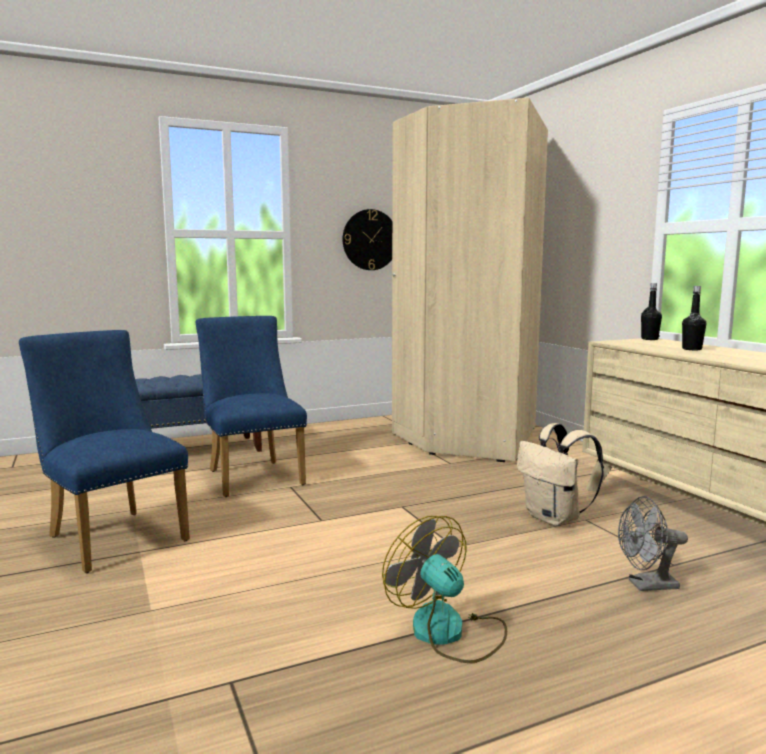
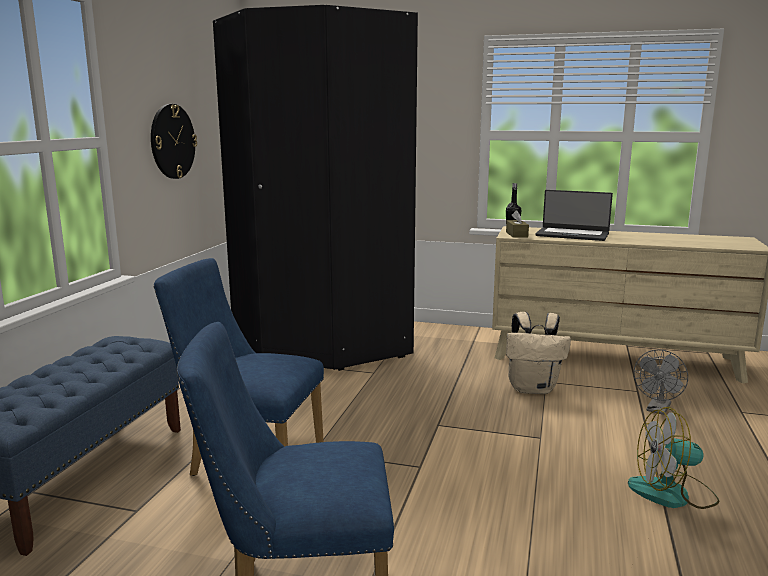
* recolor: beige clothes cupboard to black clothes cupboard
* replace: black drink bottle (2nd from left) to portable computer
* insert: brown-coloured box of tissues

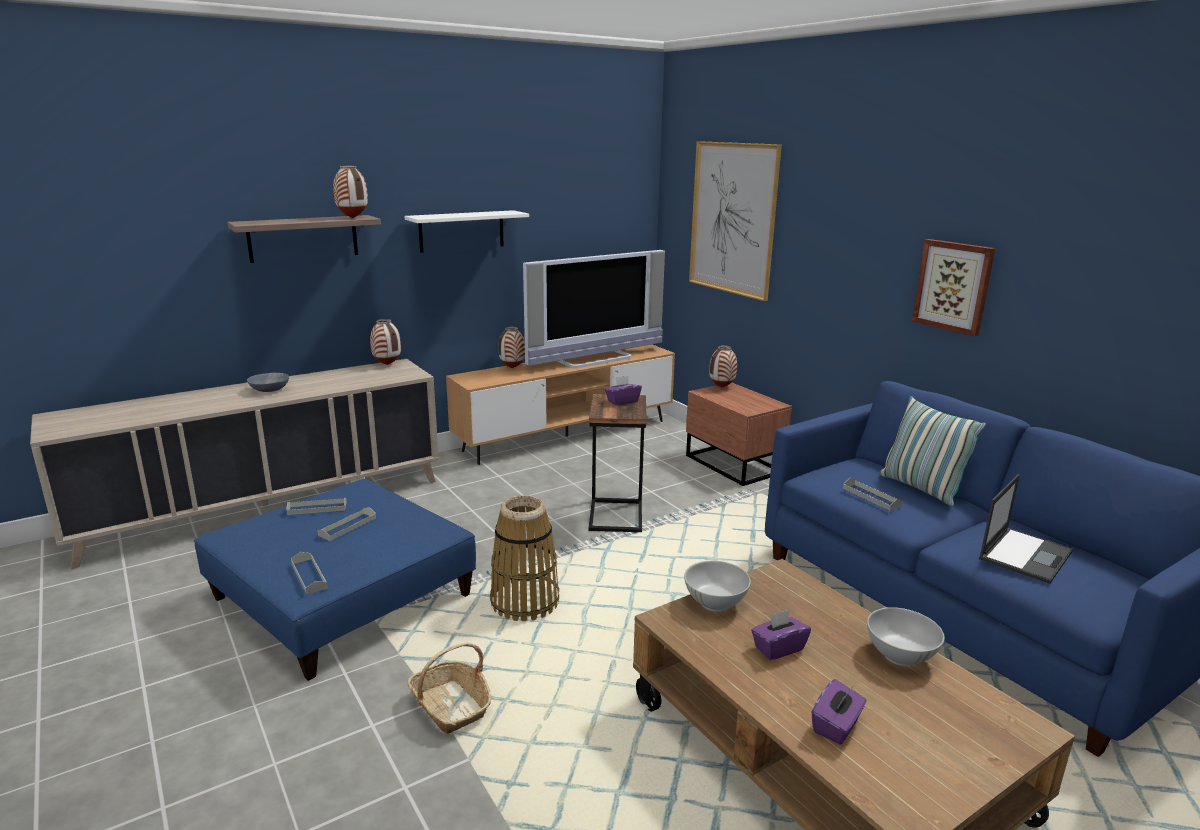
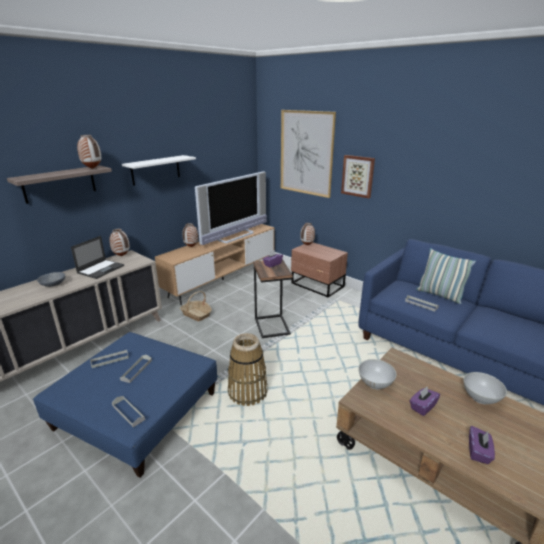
* move: storage basket (1st from left)
* move: wall picture (2nd from left)
* move: portable computer

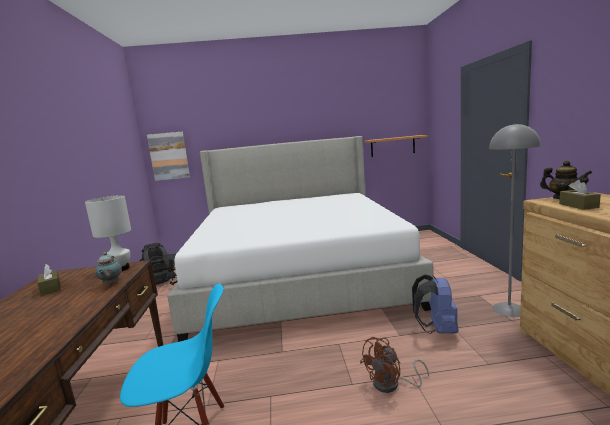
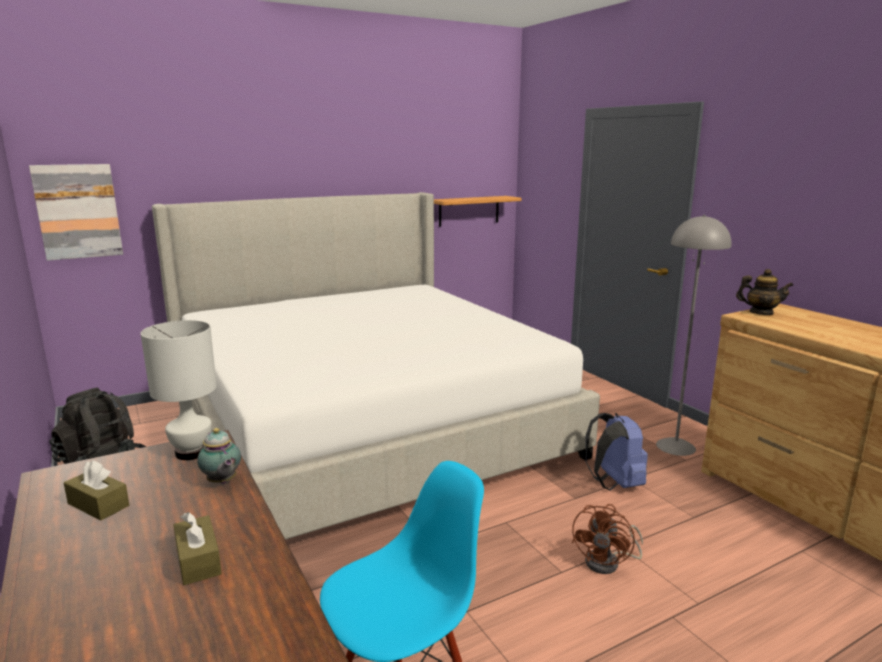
* move: brown-coloured box of tissues (2nd from left)

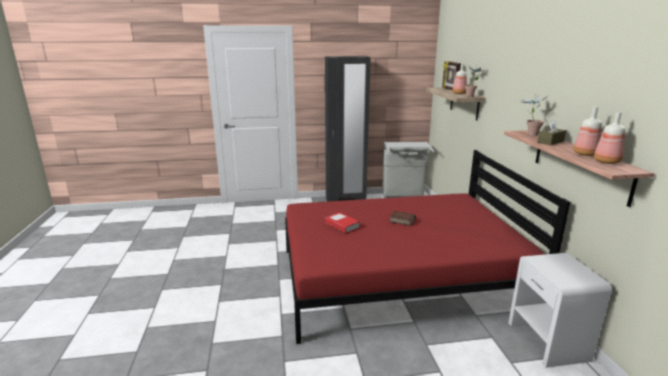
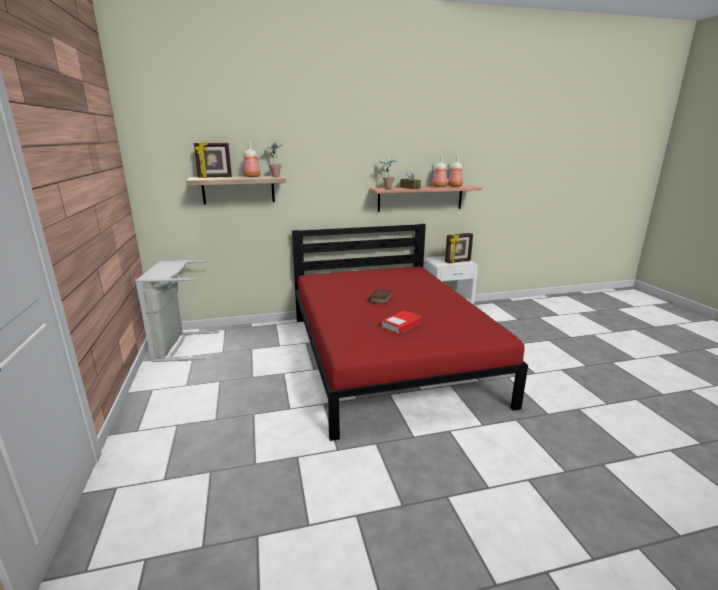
* delete: black clothes cupboard
* insert: photo frame (2nd from left)

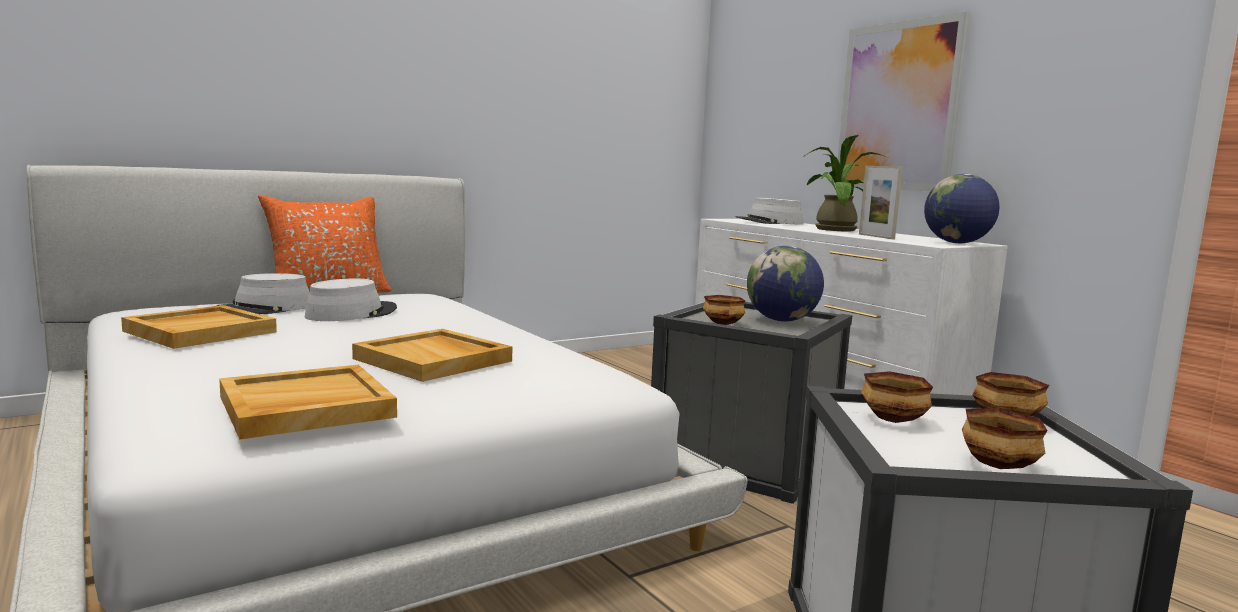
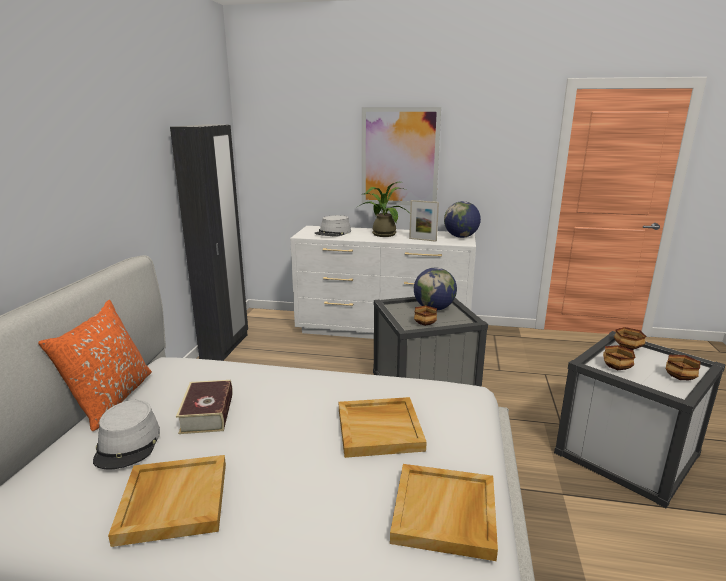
* replace: greyish hat (2nd from left) to book
* insert: black clothes cupboard

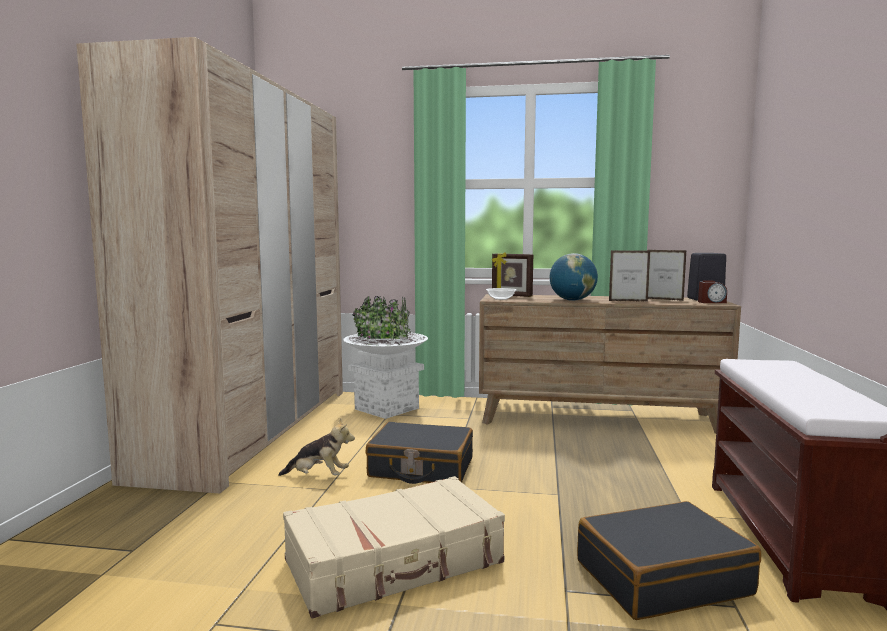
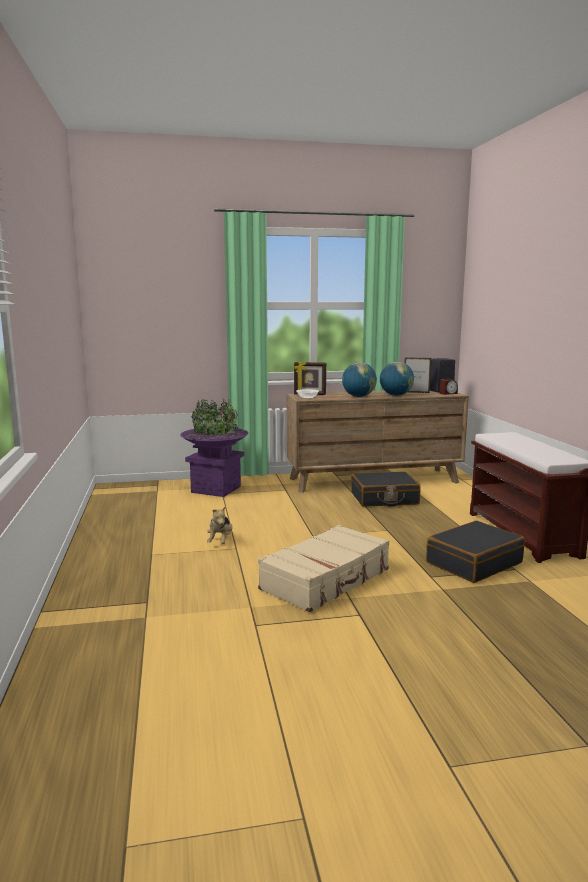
* delete: beige clothes cupboard
* rotate: plush toy 105 degrees clockwise
* recolor: white-coloured plant pot to purplish plant pot
* move: black travel case (1st from left)
* replace: photo frame (2nd from left) to world globe (2nd from left)

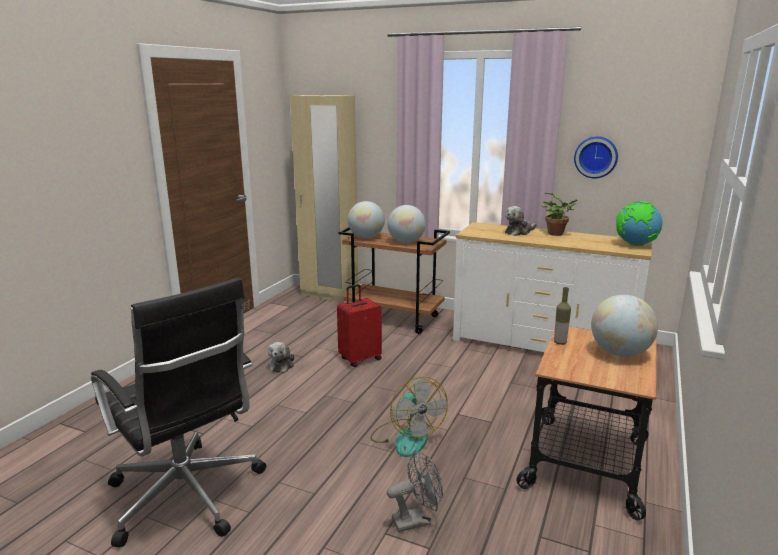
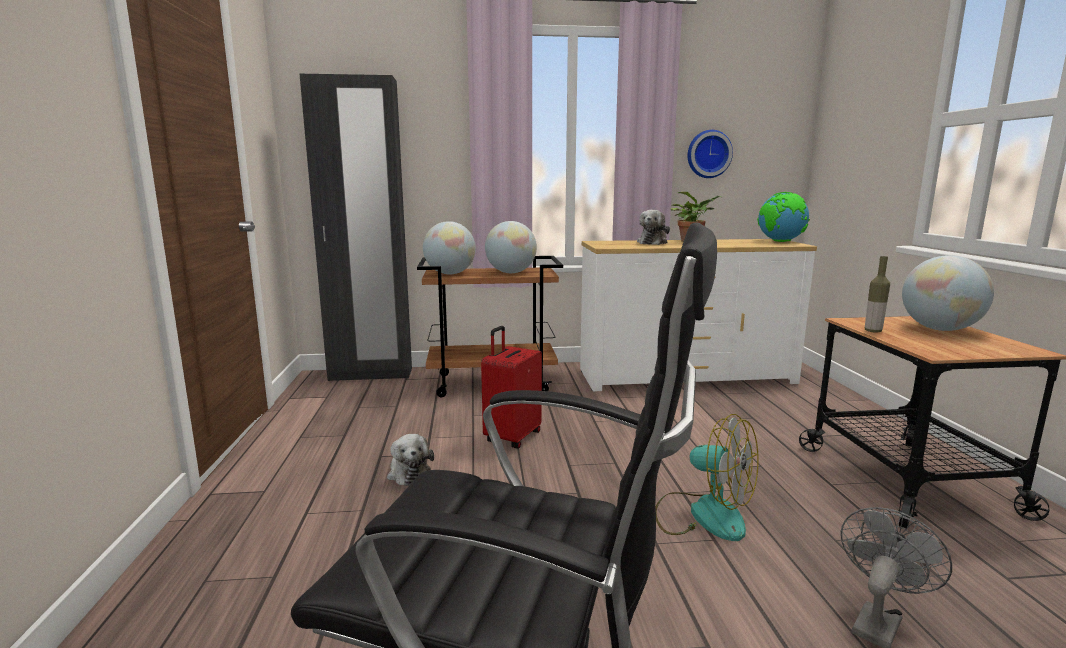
* recolor: beige clothes cupboard to black clothes cupboard

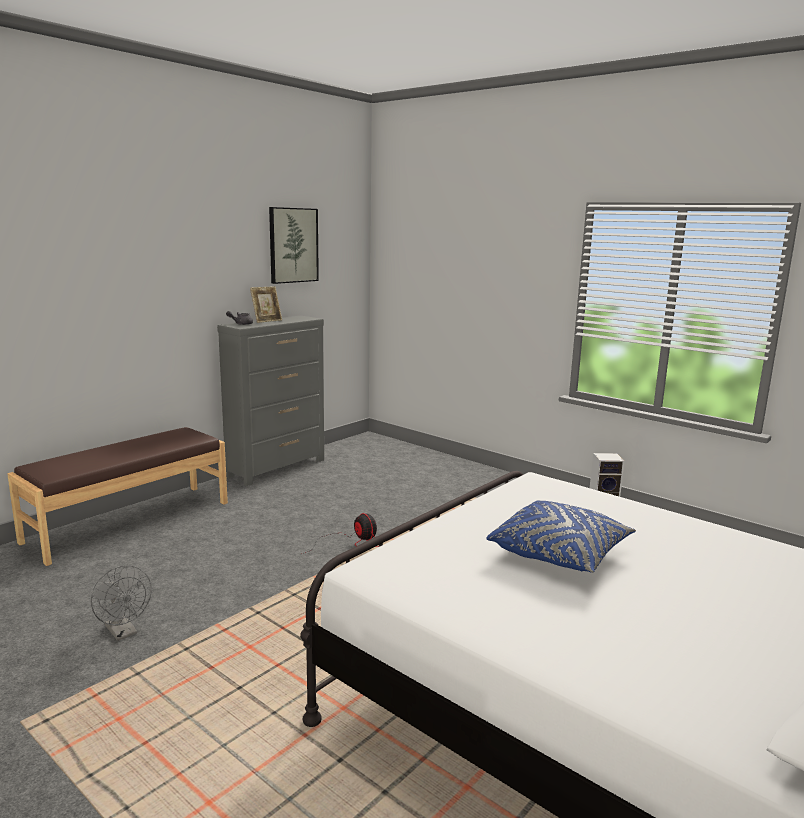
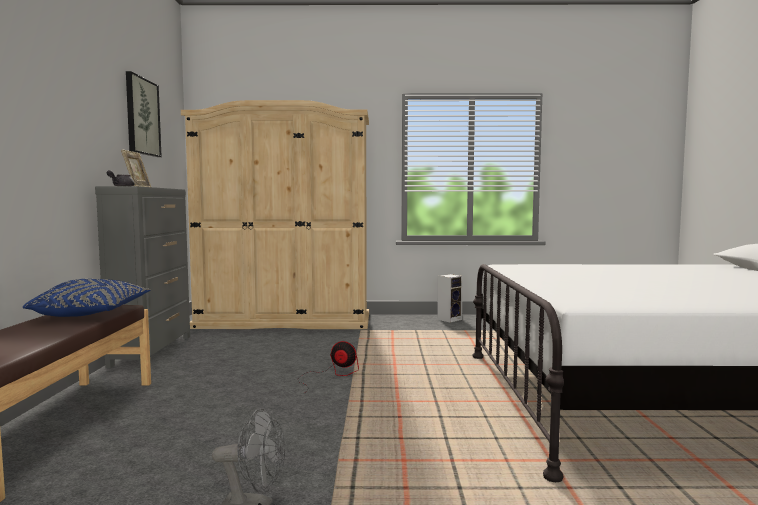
* move: blue-coloured cushion
* insert: beige clothes cupboard

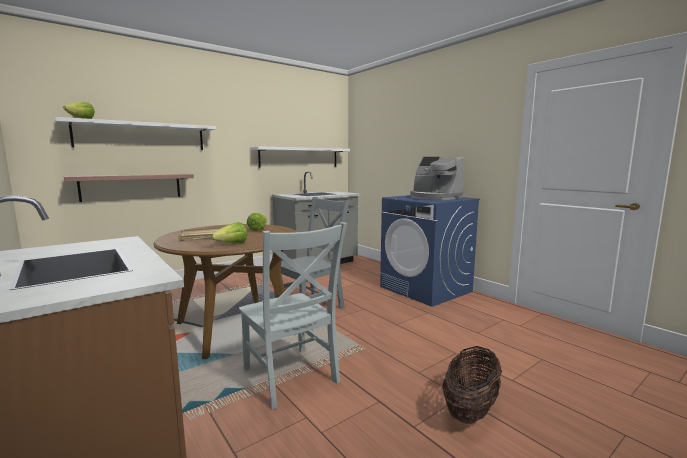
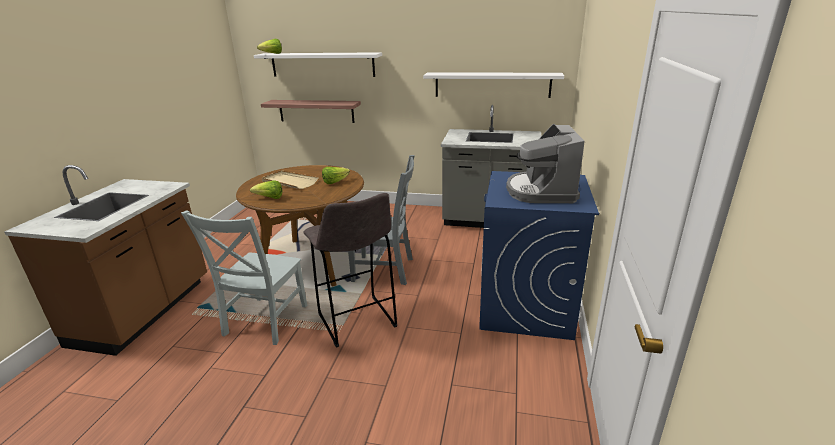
* delete: storage basket
* insert: greyish sitting stool

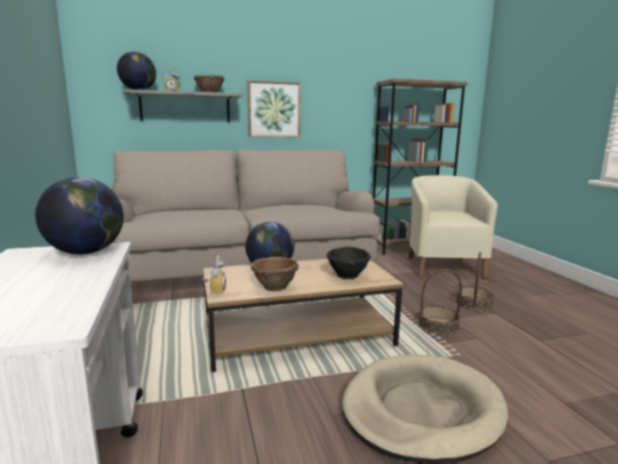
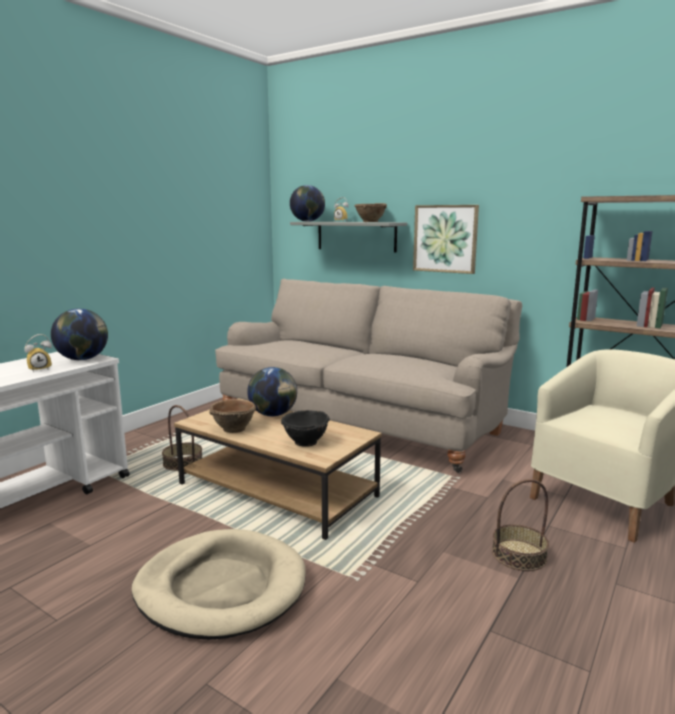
* move: table clock (2nd from left in the first image) to table clock (1st from left)
* move: storage basket (1st from left)

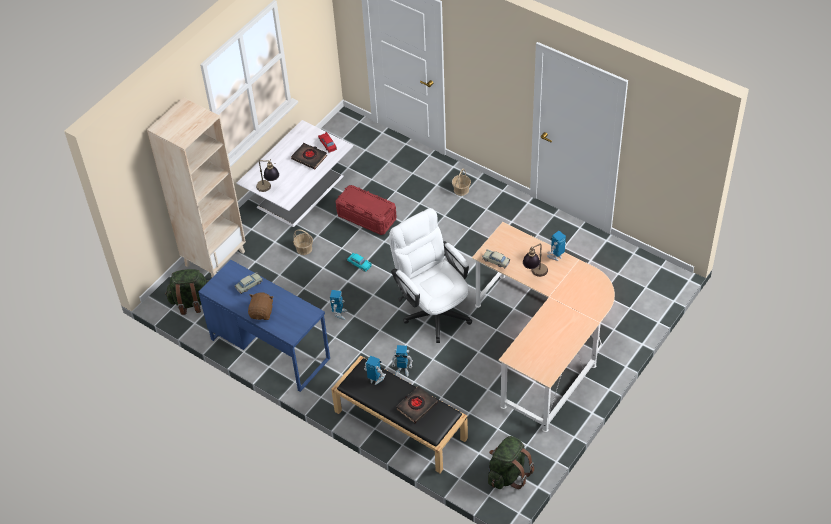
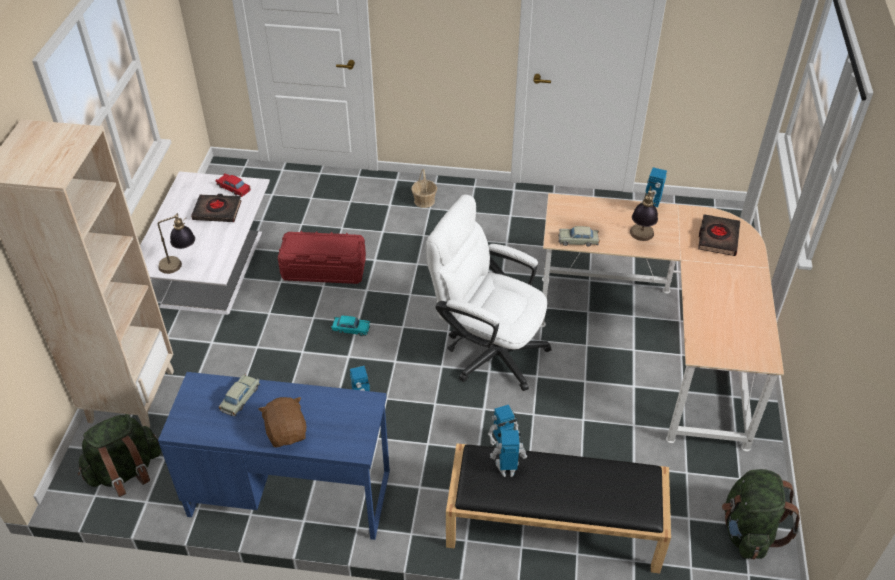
* delete: storage basket (1st from left)
* move: black book (2nd from left)

